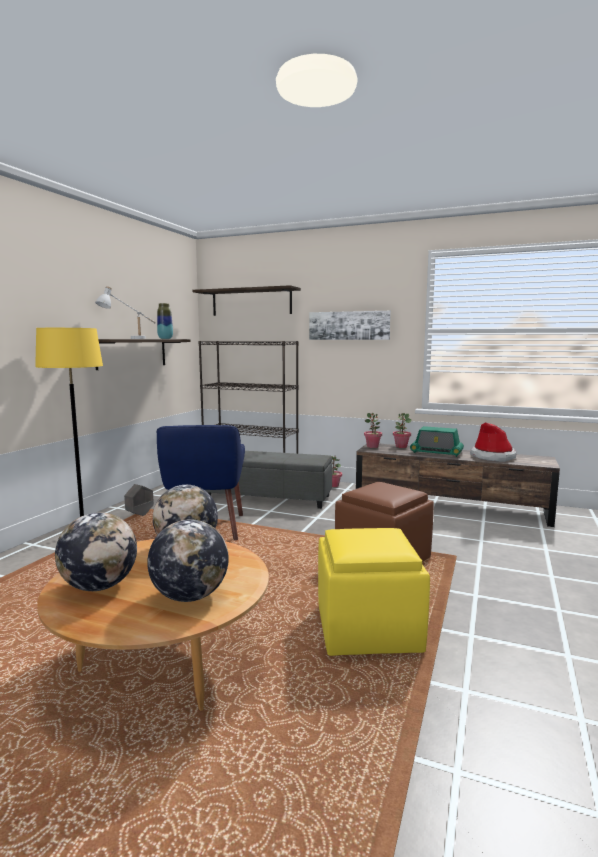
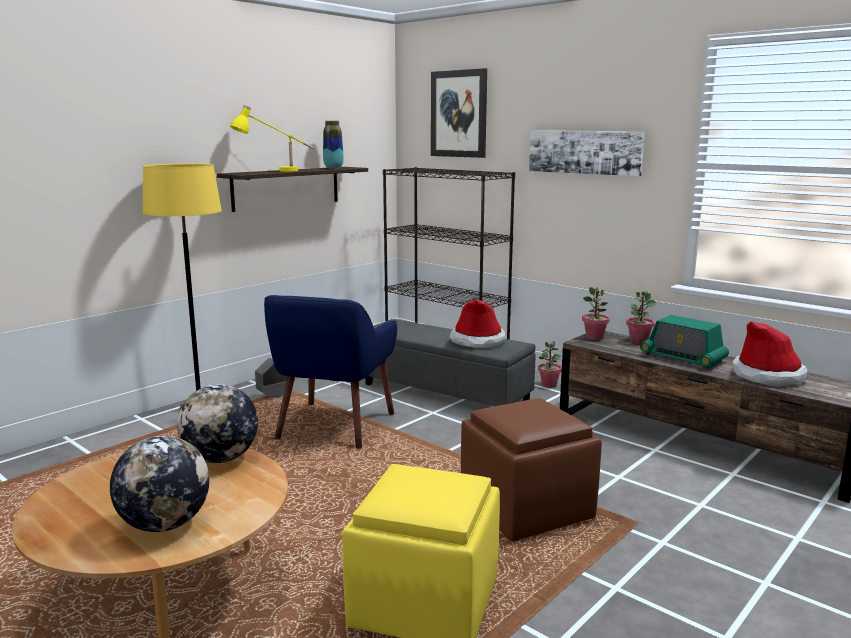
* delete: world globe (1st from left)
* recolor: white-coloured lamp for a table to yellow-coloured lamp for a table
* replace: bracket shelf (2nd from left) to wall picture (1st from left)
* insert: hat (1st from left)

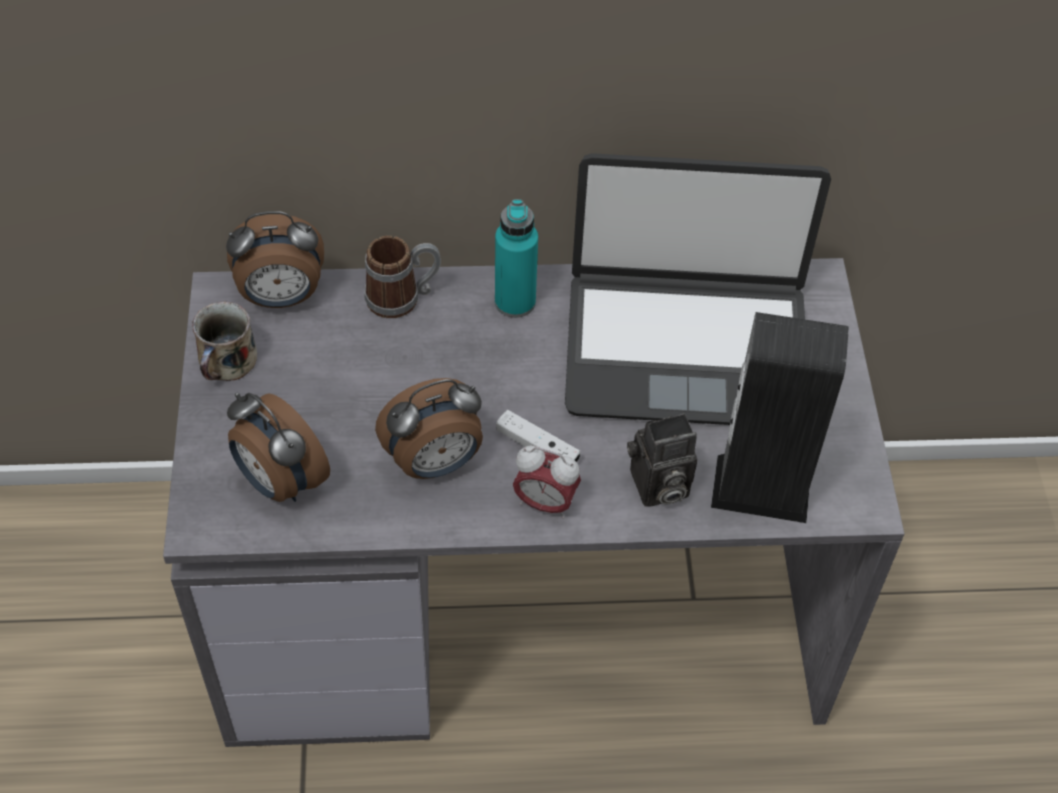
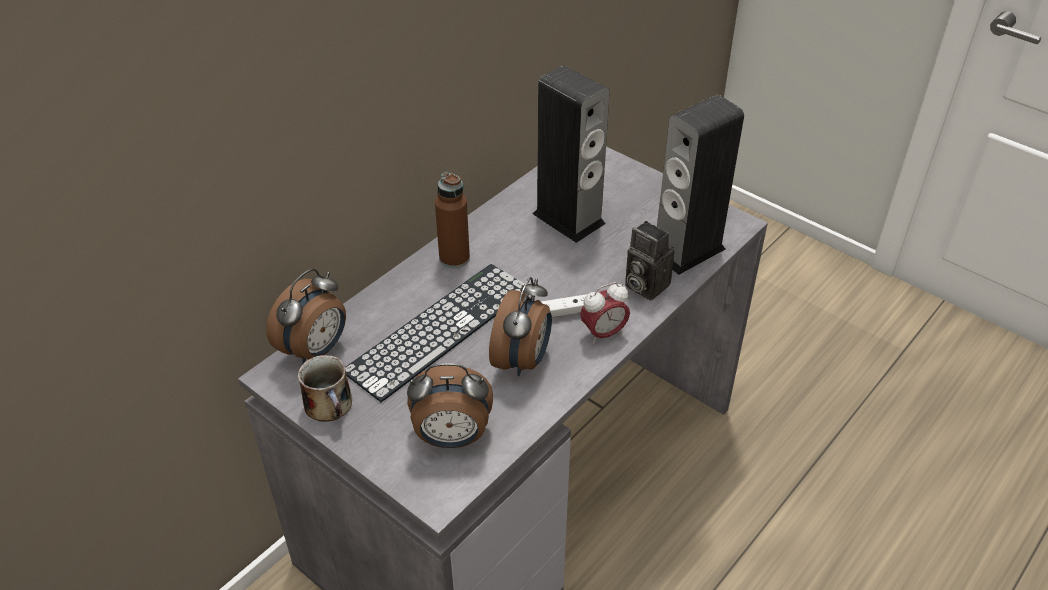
* delete: coffee mug (2nd from left)
* recolor: turquoise drink bottle to brown-coloured drink bottle
* replace: portable computer to audio speaker (1st from left)
* rotate: photo camera 105 degrees clockwise
* insert: keyboard

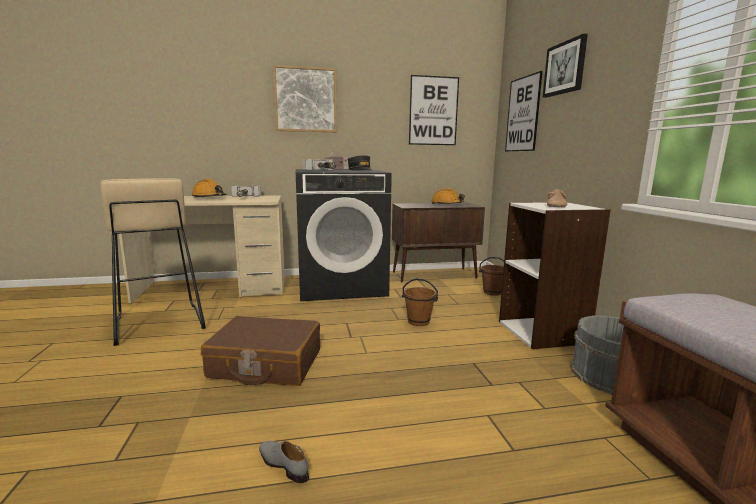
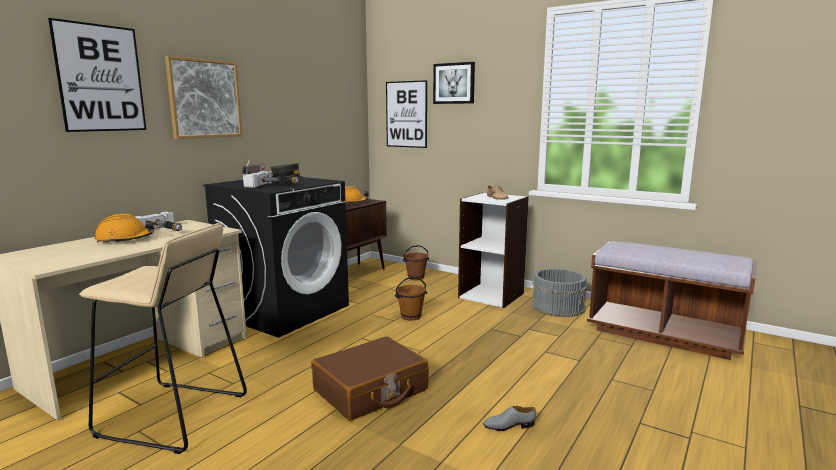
* move: wall picture (2nd from left in the first image) to wall picture (1st from left)

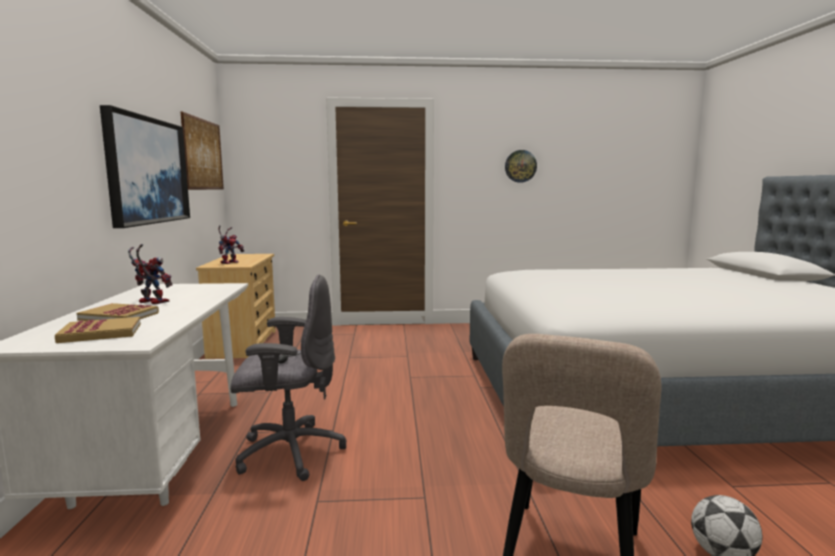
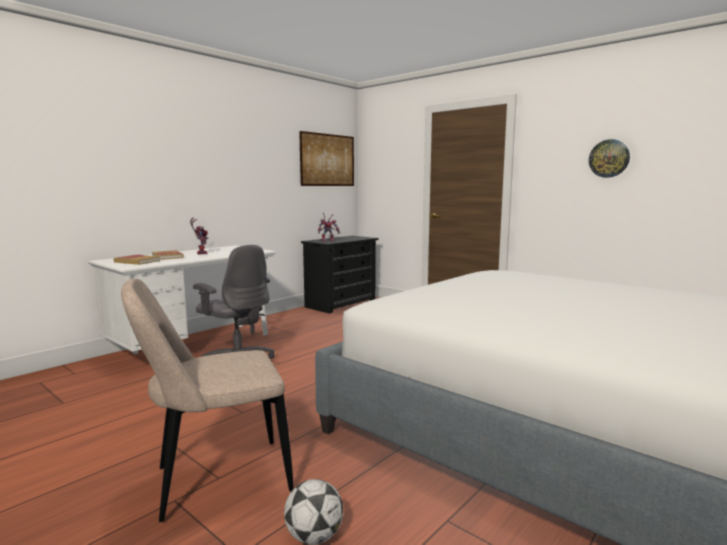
* delete: wall picture (1st from left)
* recolor: beige chest of drawers to black chest of drawers

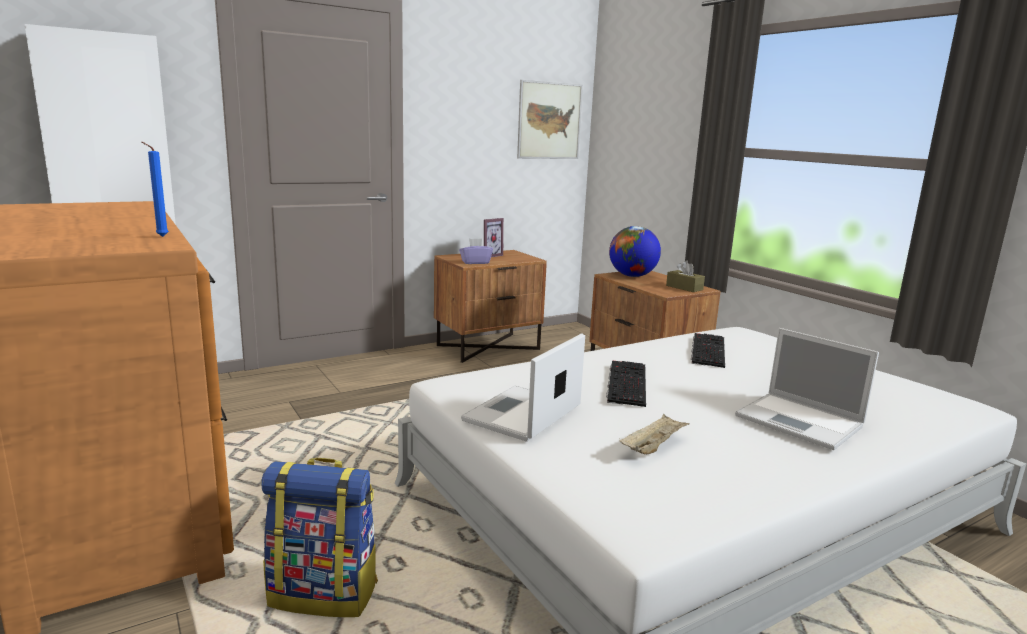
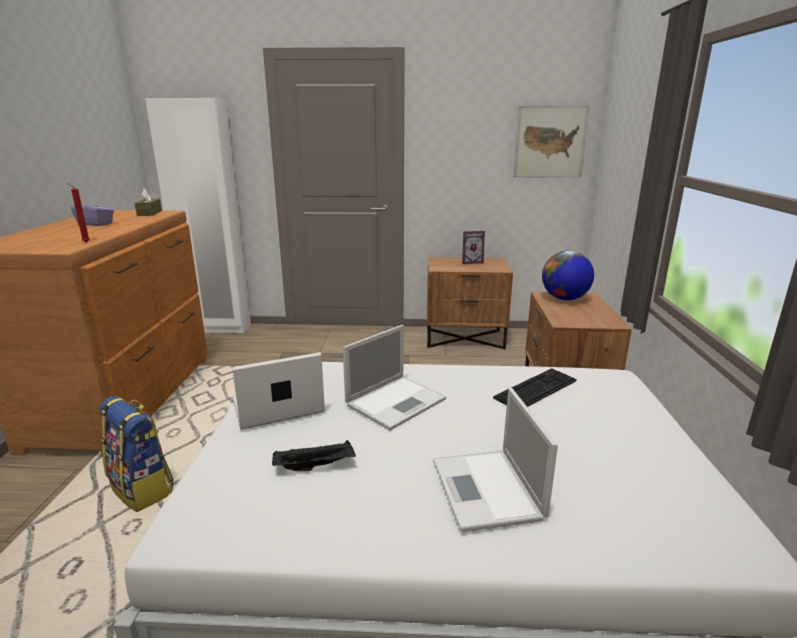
* recolor: blue-coloured candle to red-coloured candle
* move: purplish box of tissues
* replace: keyboard (1st from left) to portable computer (2nd from left)
* recolor: beige serving tray to black serving tray
* move: brown-coloured box of tissues

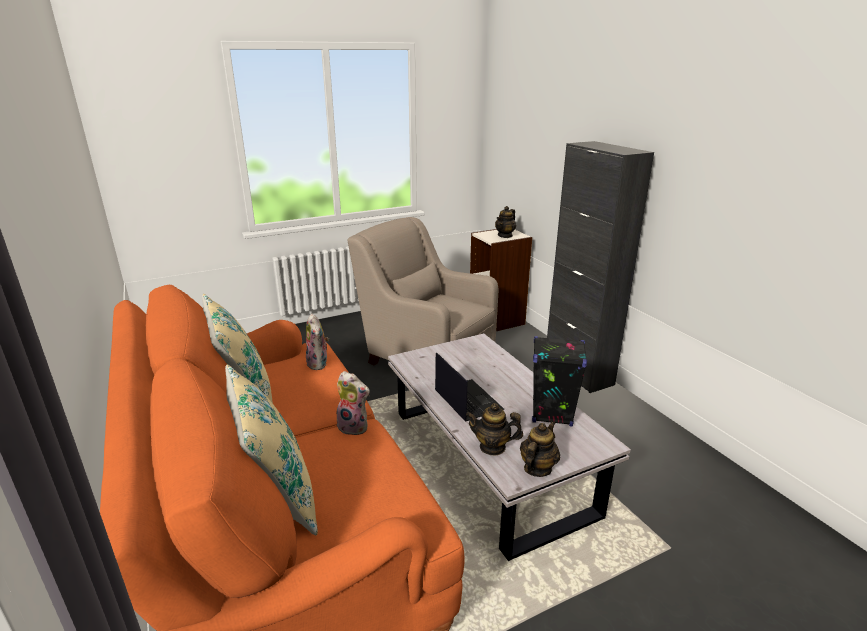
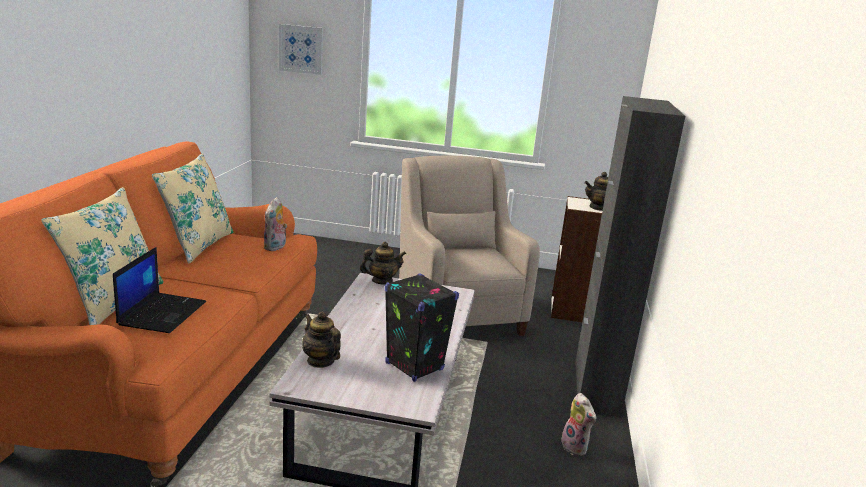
* move: plush toy (2nd from left)
* move: portable computer
* move: teapot (3rd from left in the first image) to teapot (2nd from left)
* insert: wall picture

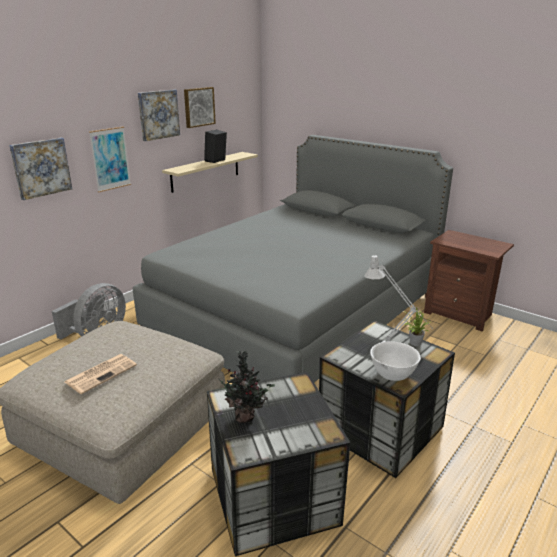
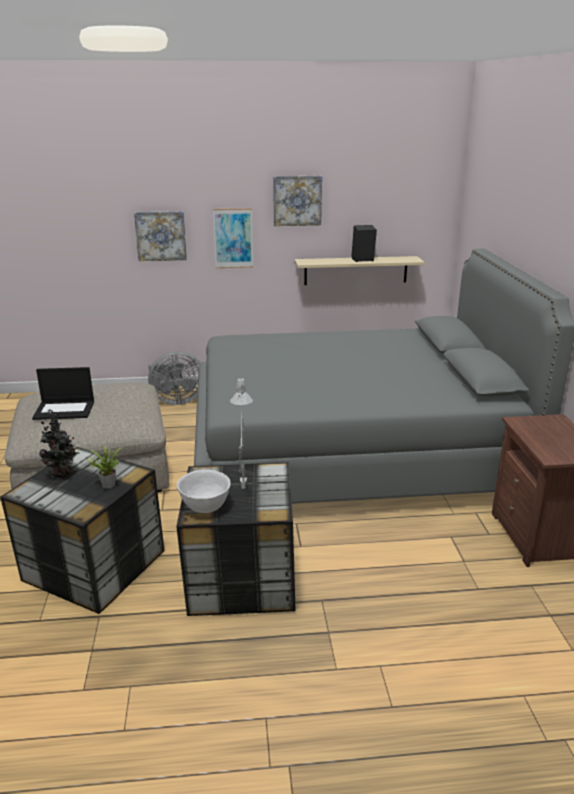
* replace: daily paper to portable computer
* delete: wall picture (4th from left)
* move: houseplant (2nd from left)

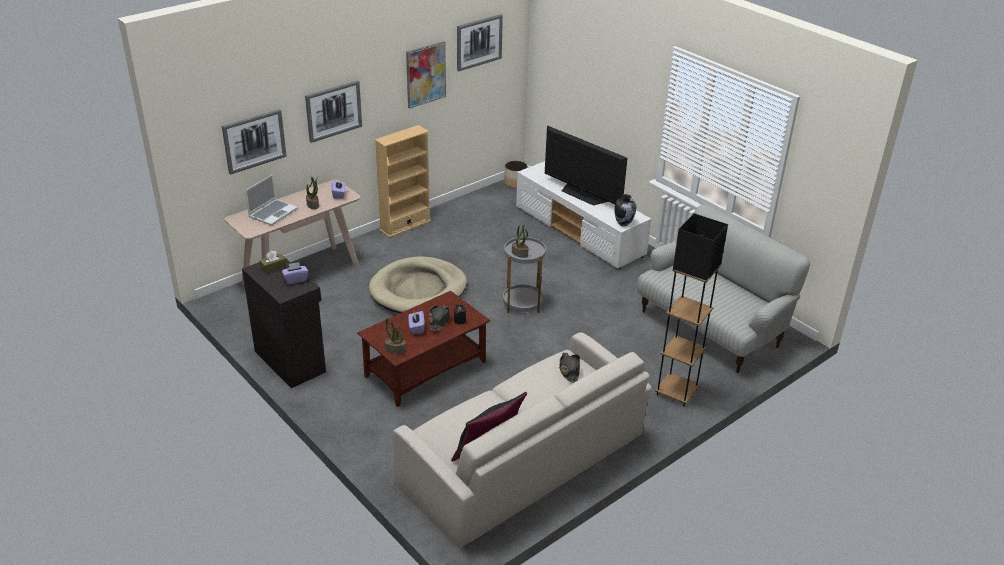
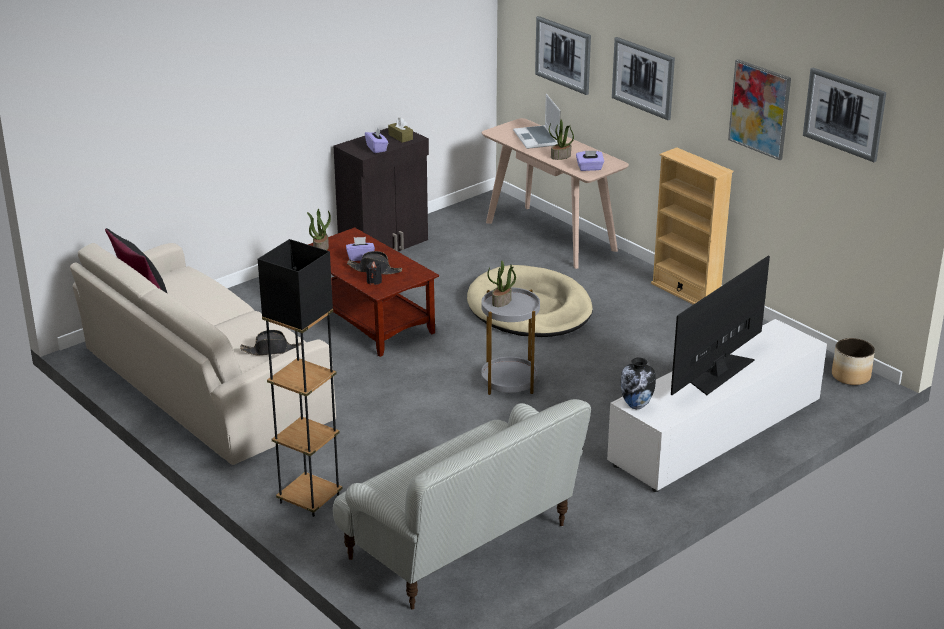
* rotate: portable computer 45 degrees clockwise

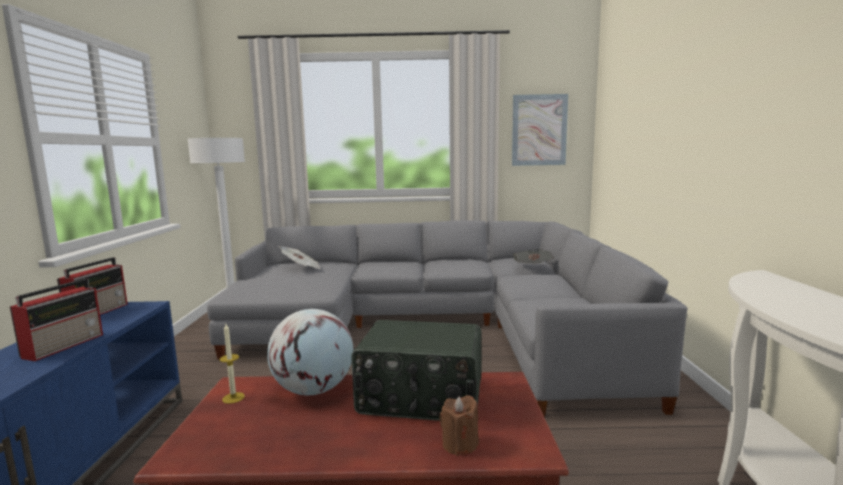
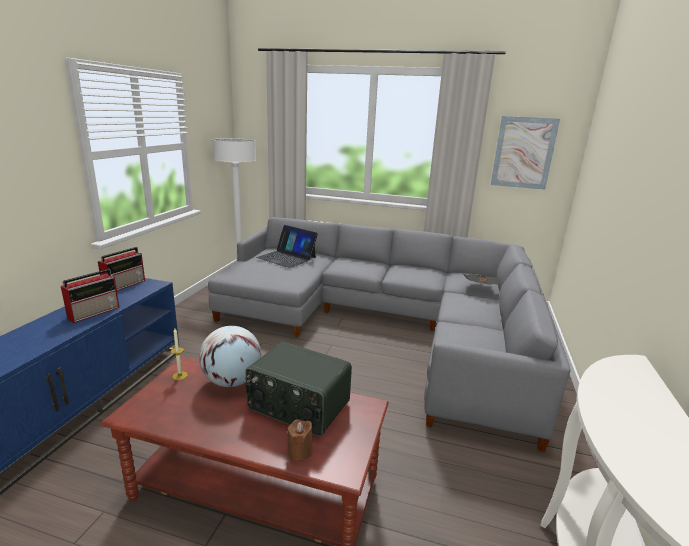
* replace: daily paper (1st from left) to portable computer

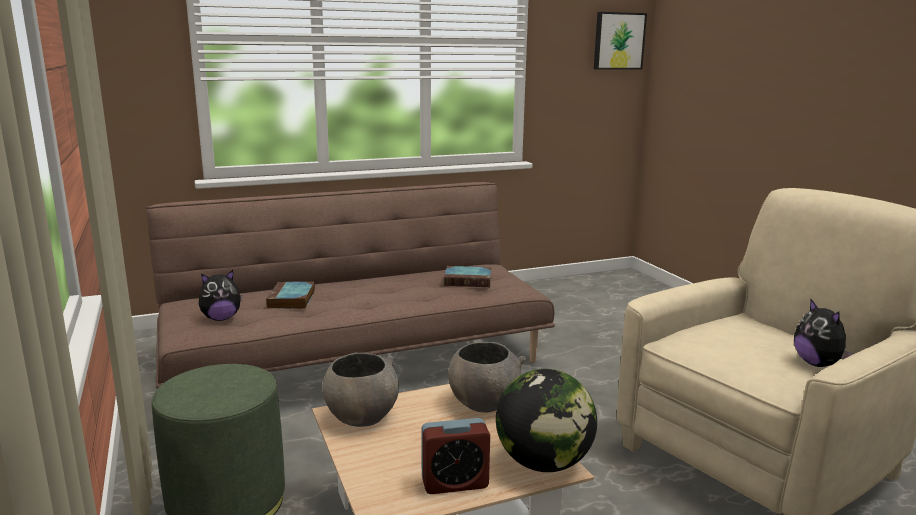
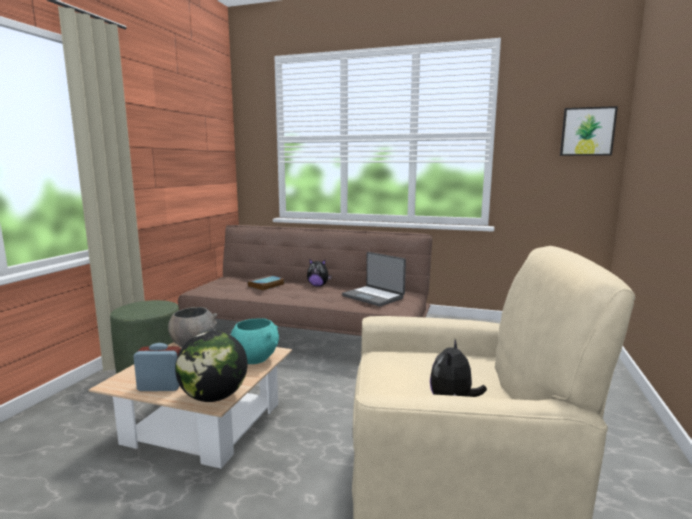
* move: plush toy (1st from left)
* rotate: table clock 150 degrees clockwise
* replace: book (2nd from left) to portable computer
* recolor: greyish serving bowl (2nd from left) to turquoise serving bowl

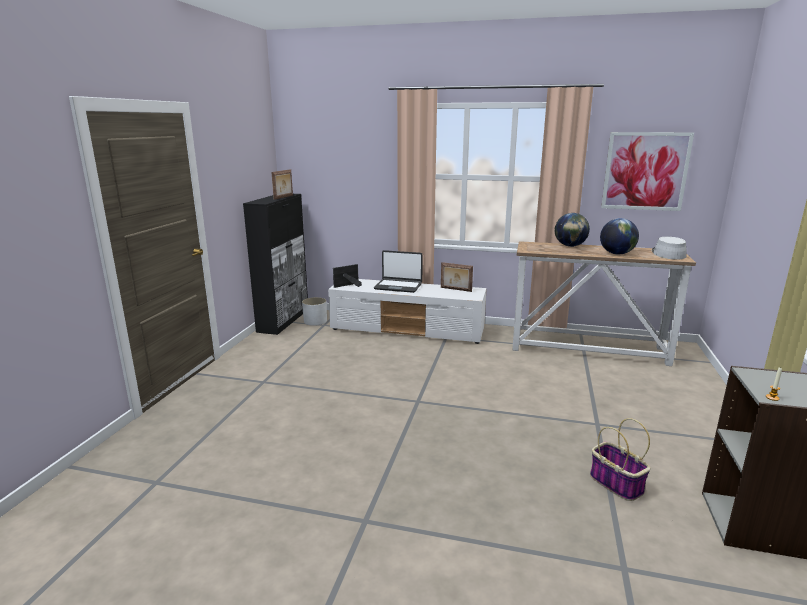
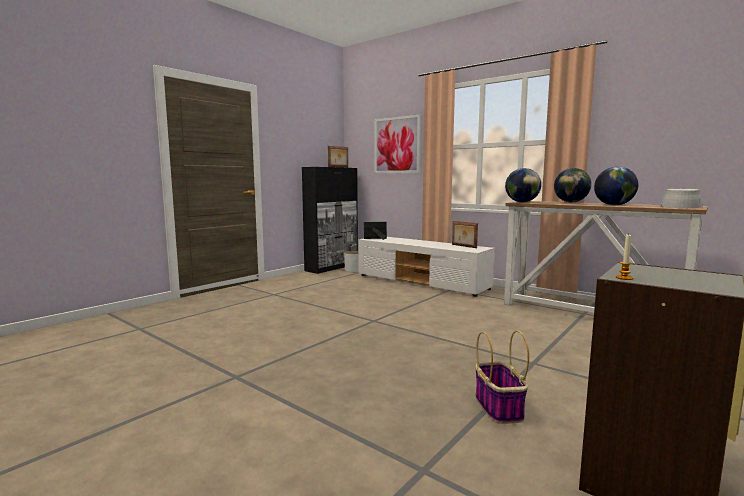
* delete: portable computer
* move: wall picture
* insert: world globe (1st from left)

